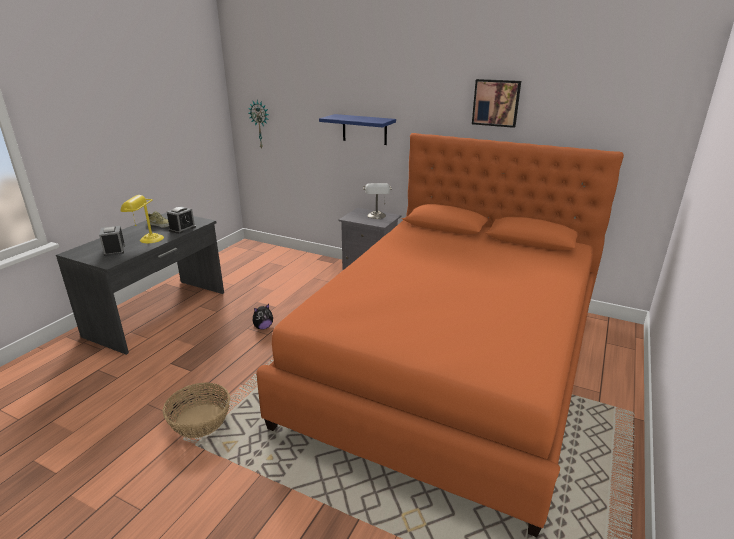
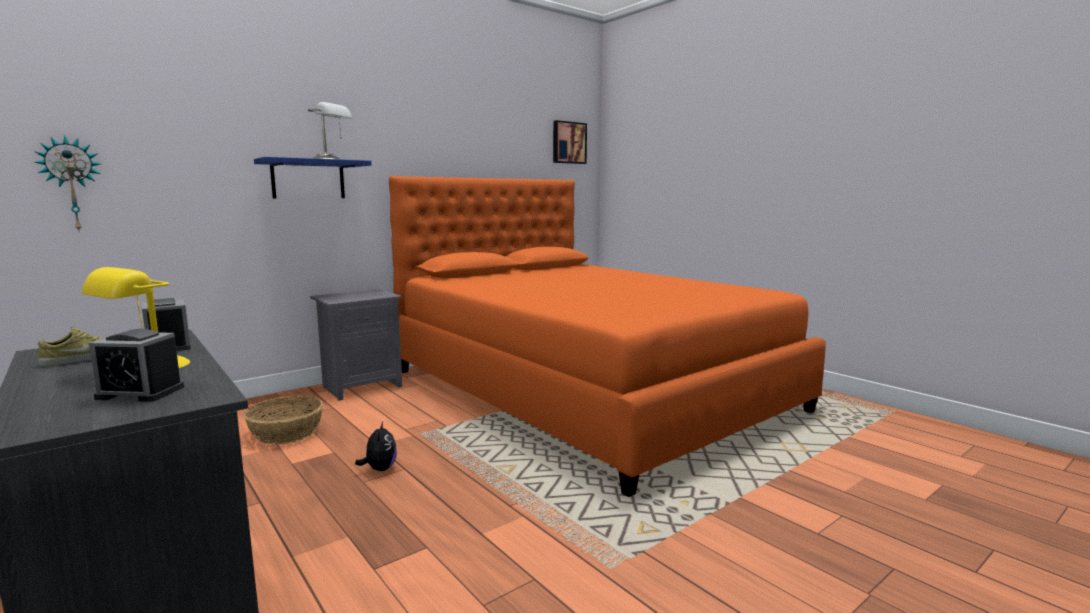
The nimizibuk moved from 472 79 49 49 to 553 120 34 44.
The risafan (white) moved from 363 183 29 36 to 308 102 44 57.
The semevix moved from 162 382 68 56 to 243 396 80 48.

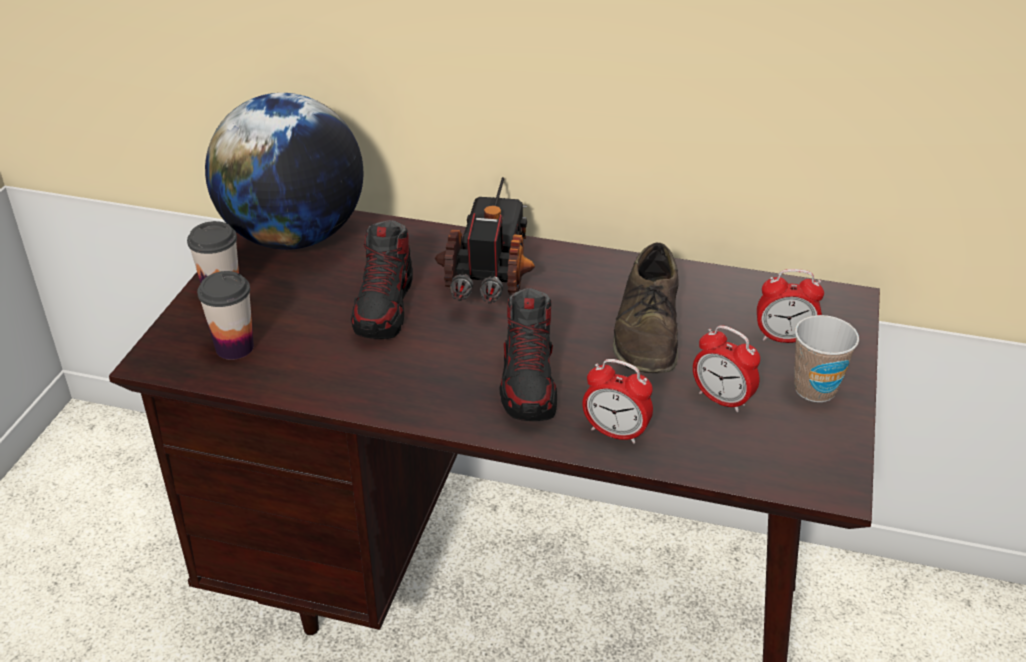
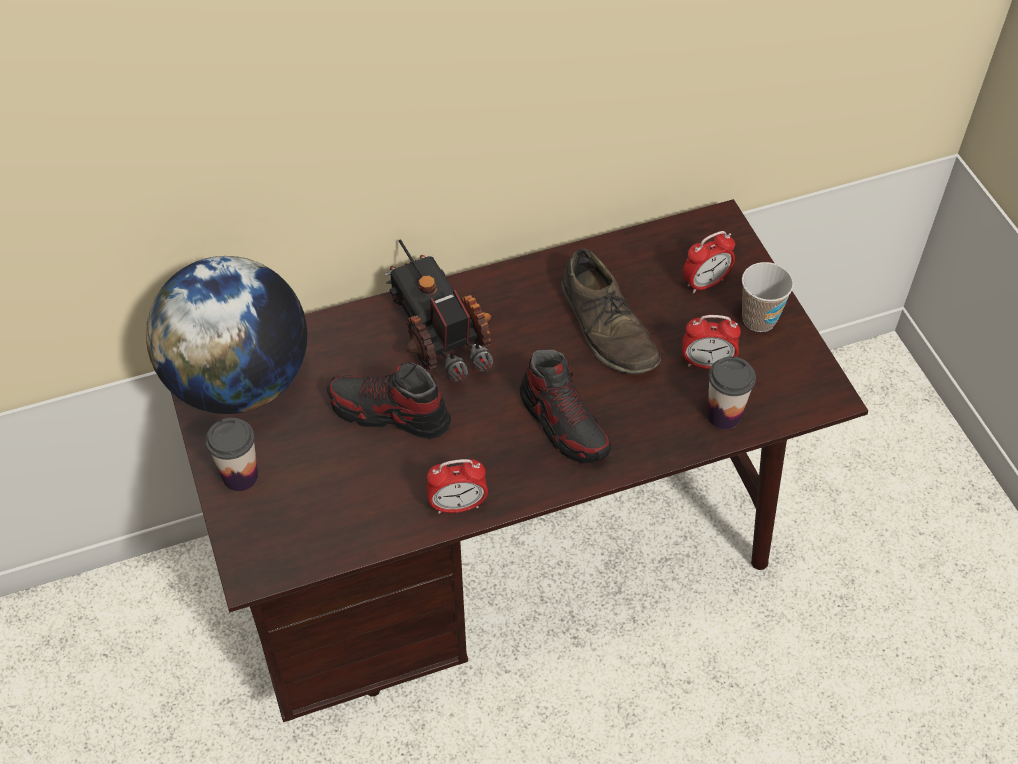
The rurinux at 351 220 62 119 turned 135 degrees clockwise.
The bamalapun moved from 197 271 57 89 to 707 356 49 73.
The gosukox moved from 582 359 71 85 to 427 459 61 55.

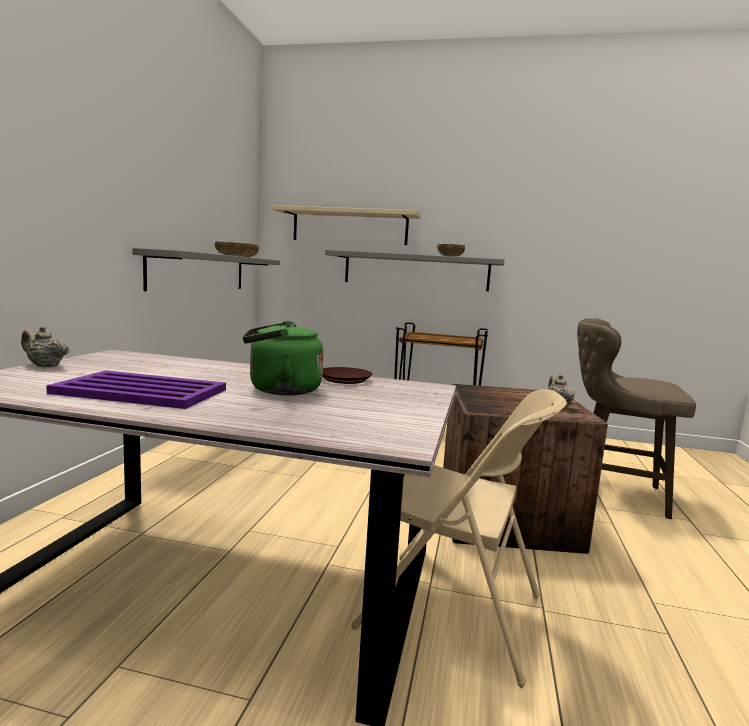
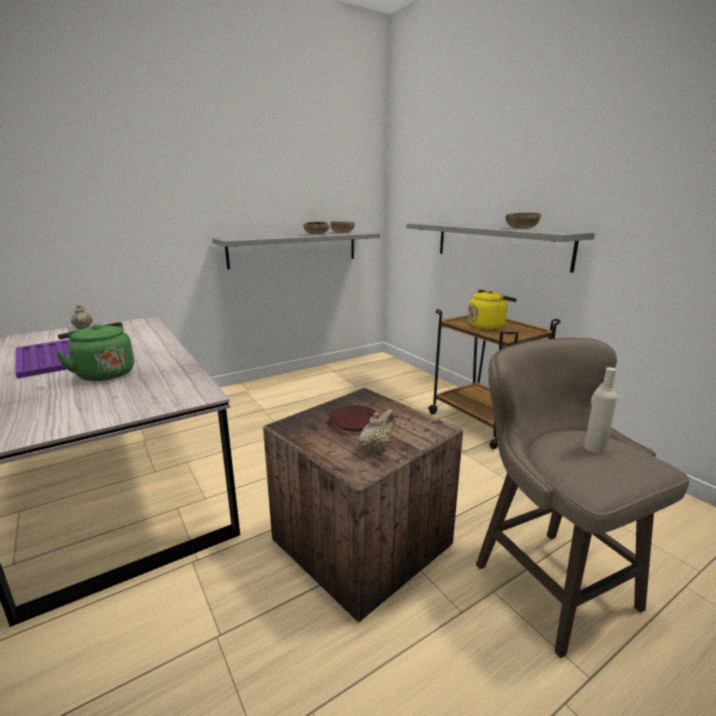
The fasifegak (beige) at 271 205 149 40 disappeared.
The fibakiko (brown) moved from 322 367 51 17 to 329 405 51 27.
The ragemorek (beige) at 352 389 215 299 disappeared.
The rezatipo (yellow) at 468 290 49 39 appeared.
The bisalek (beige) at 584 367 34 87 appeared.

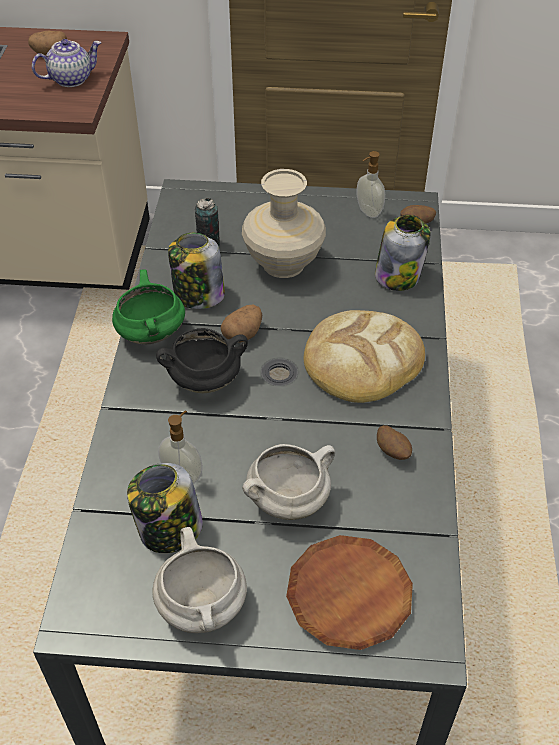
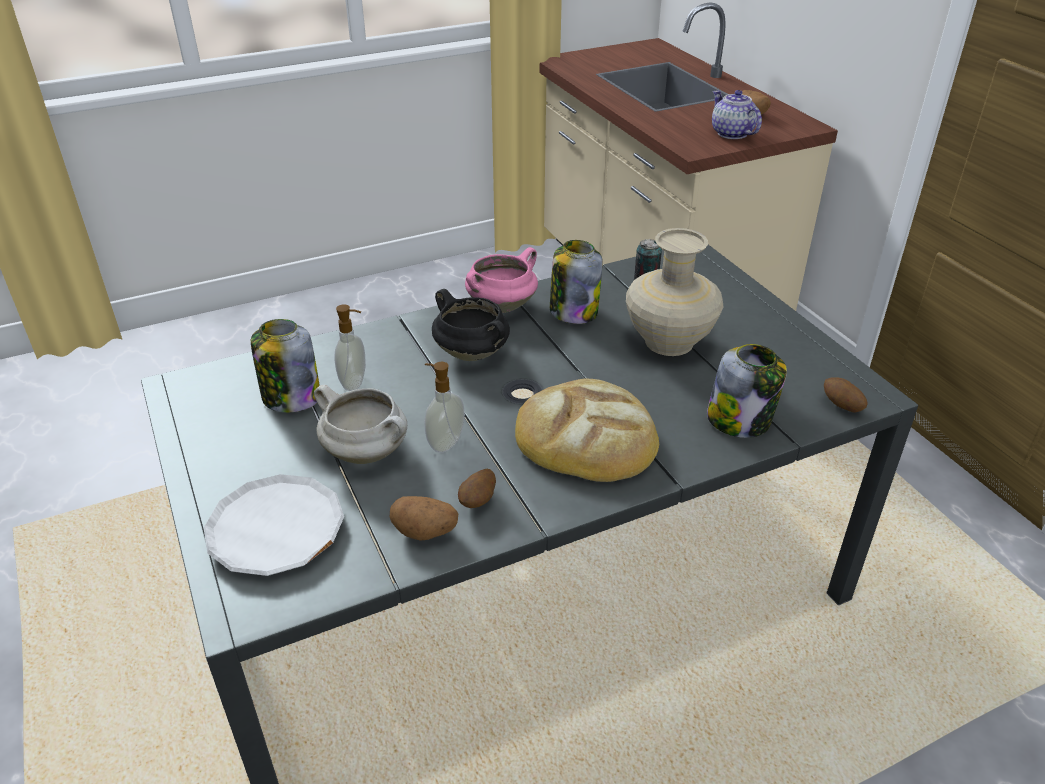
The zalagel at 32 39 69 48 turned 150 degrees counterclockwise.
The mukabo moved from 356 151 29 67 to 424 362 41 91.
The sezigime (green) at 112 269 73 75 became the sezigime (pink) at 465 247 73 66.
The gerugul moved from 221 304 41 39 to 390 496 68 45.
The sezigime (white) at 153 527 94 106 disappeared.
The fibakiko (brown) at 286 535 127 115 became the fibakiko (white) at 204 474 140 102.

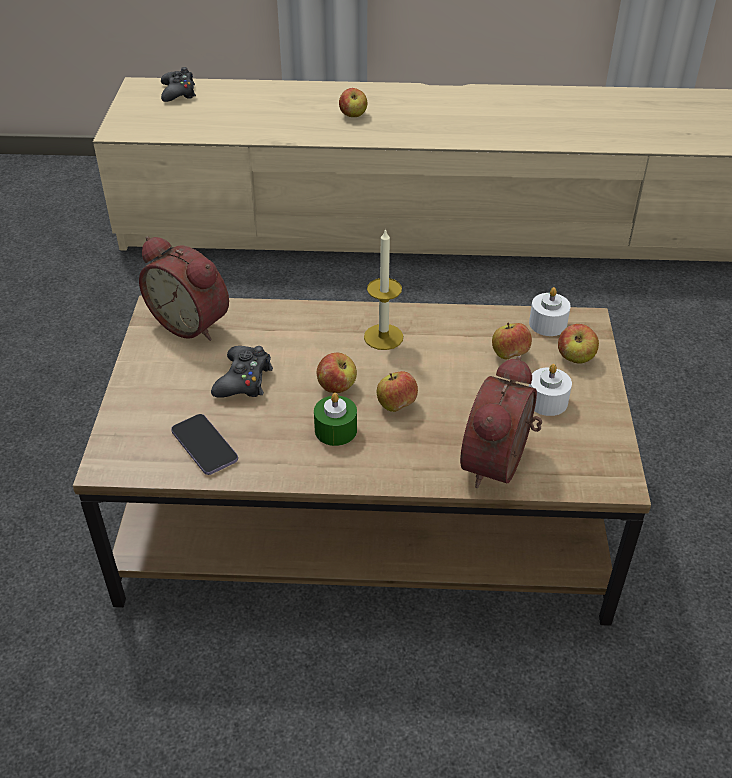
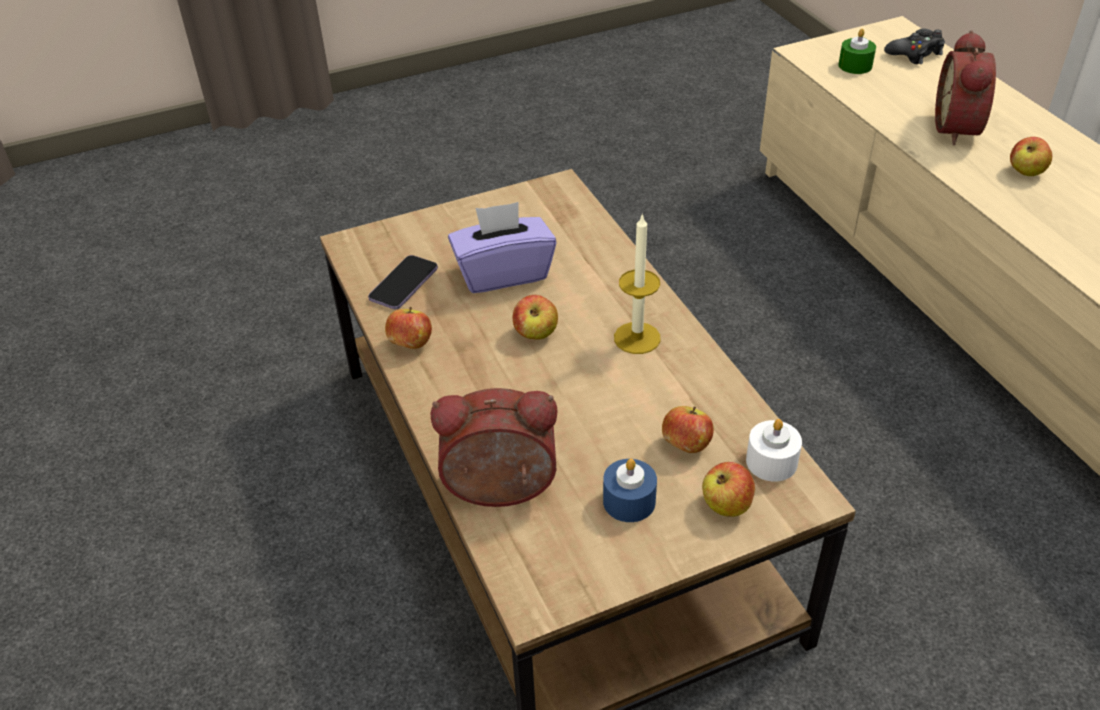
The gosukox moved from 139 236 90 105 to 935 30 61 115.
The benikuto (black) at 211 346 62 52 was replaced by the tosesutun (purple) at 448 202 109 91.
The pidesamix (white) at 529 364 43 52 became the pidesamix (blue) at 603 459 54 63.
The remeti moved from 377 371 41 41 to 385 307 47 42.
The pidesamix (green) moved from 314 393 43 53 to 838 29 38 45.

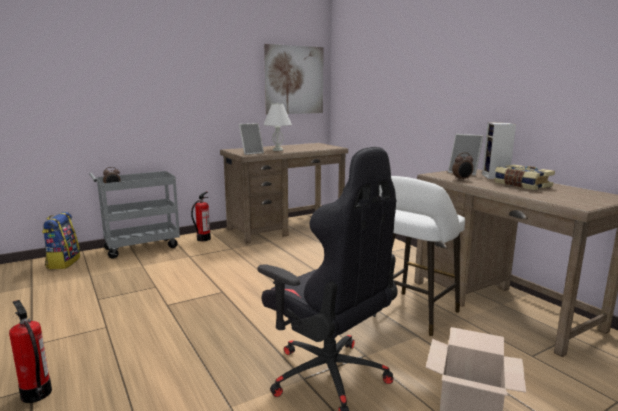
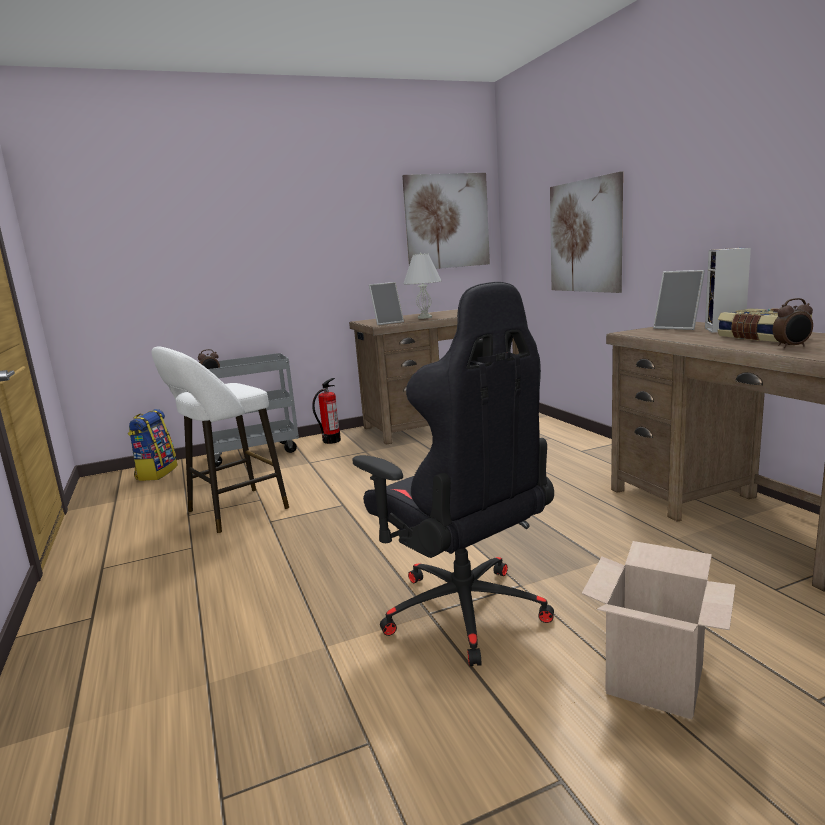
The gosukox moved from 452 152 21 28 to 773 298 40 50.
The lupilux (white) moved from 379 176 86 160 to 152 346 137 187.
The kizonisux at 9 300 43 103 disappeared.
The nimizibuk at 550 171 73 122 appeared.

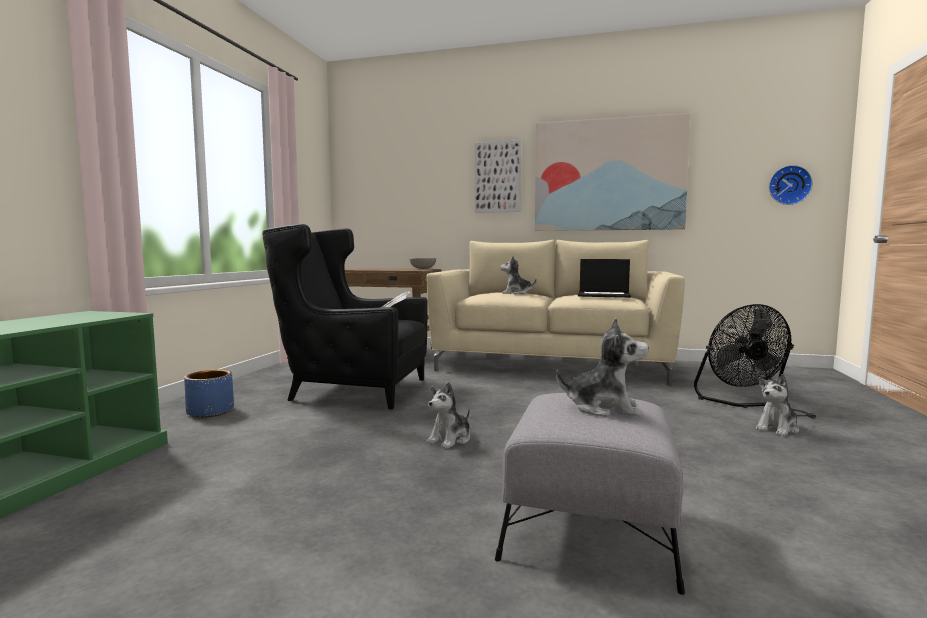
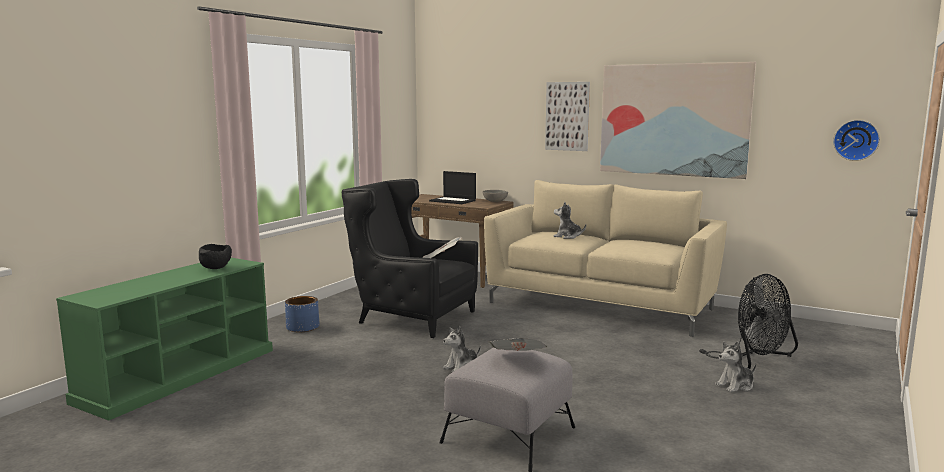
The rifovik moved from 578 259 53 39 to 429 171 47 33.
The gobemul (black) at 694 304 122 114 turned 135 degrees clockwise.
The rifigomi at 556 318 93 99 was replaced by the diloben at 488 338 60 13.
The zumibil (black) at 199 244 33 25 appeared.

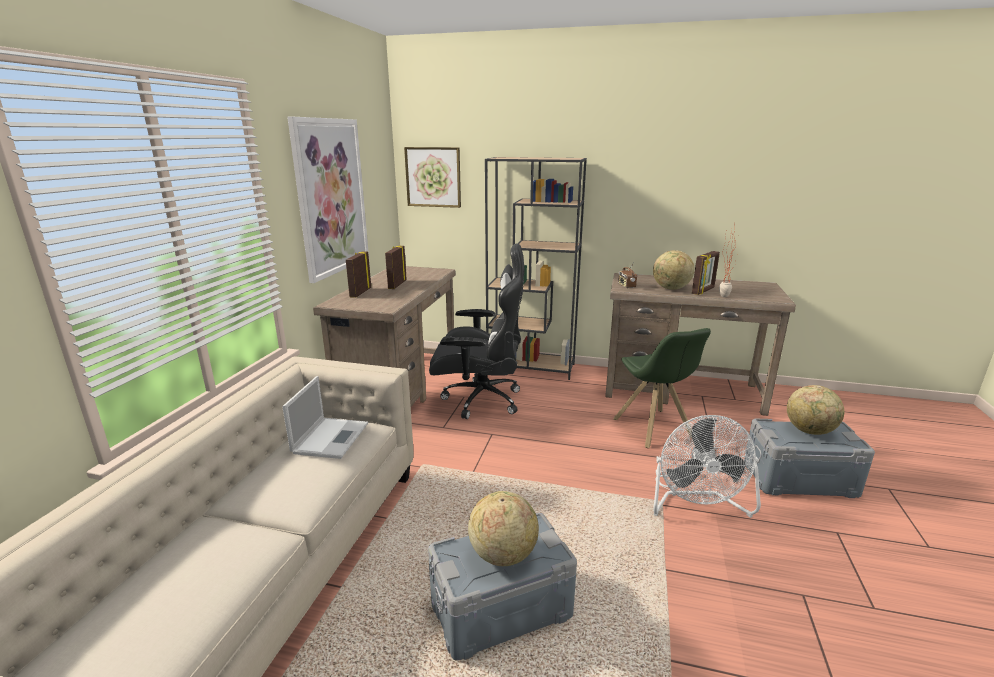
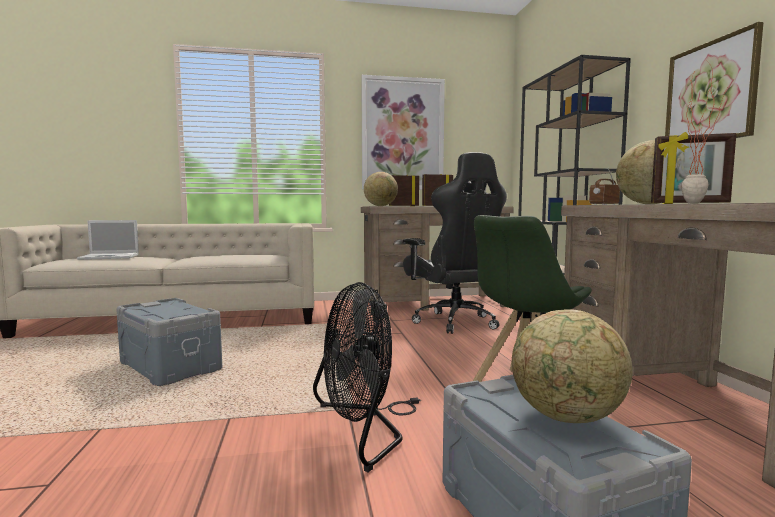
The nimizibuk moved from 404 147 57 61 to 665 22 99 116.
The rifovik moved from 282 376 86 83 to 77 220 62 40.
The gobemul (white) at 654 415 107 103 became the gobemul (black) at 313 282 108 191.
The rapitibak moved from 468 491 71 75 to 364 172 34 34.

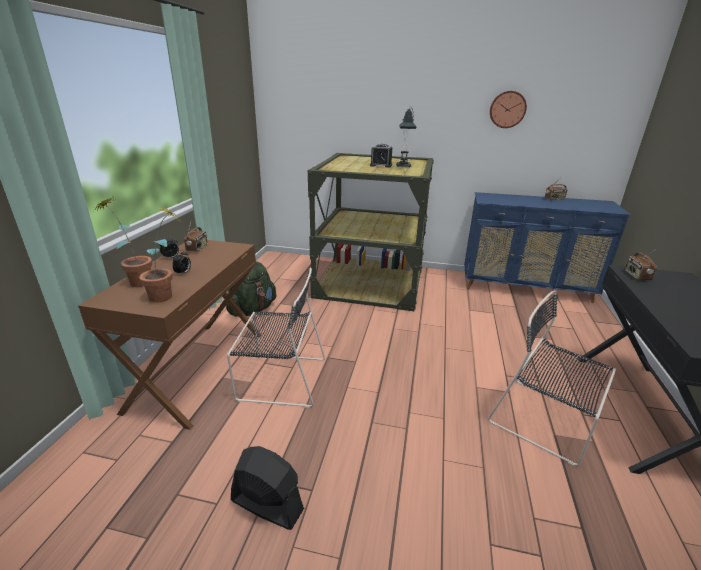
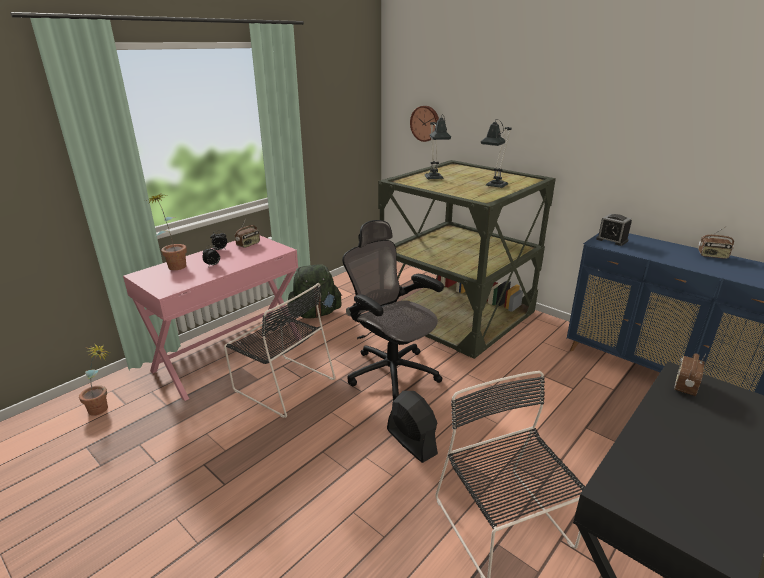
The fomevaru moved from 490 91 37 37 to 410 106 29 36.
The gosukox moved from 370 144 22 24 to 596 214 36 32.
The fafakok moved from 139 208 40 94 to 79 343 30 73.
The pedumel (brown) at 78 240 184 190 became the pedumel (pink) at 123 236 179 165.
The gobemul (black) moved from 231 446 73 84 to 387 391 51 72.
The risafan at 425 115 26 65 appeared.
The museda at 342 220 102 181 appeared.

